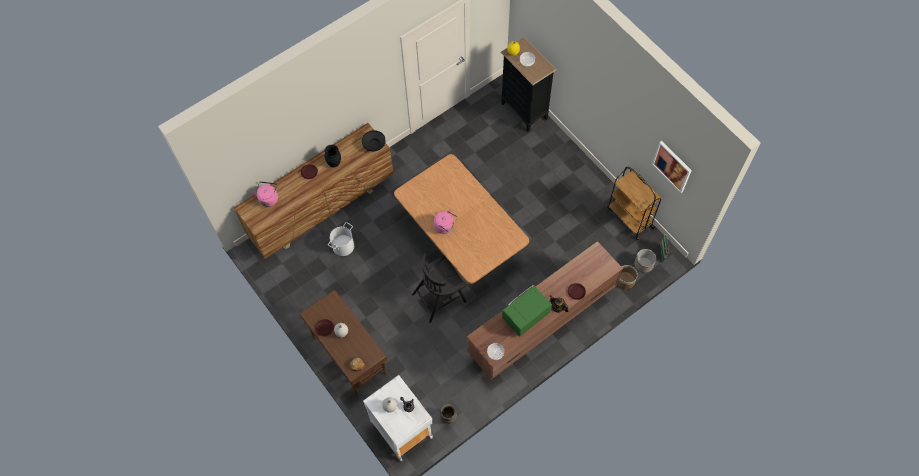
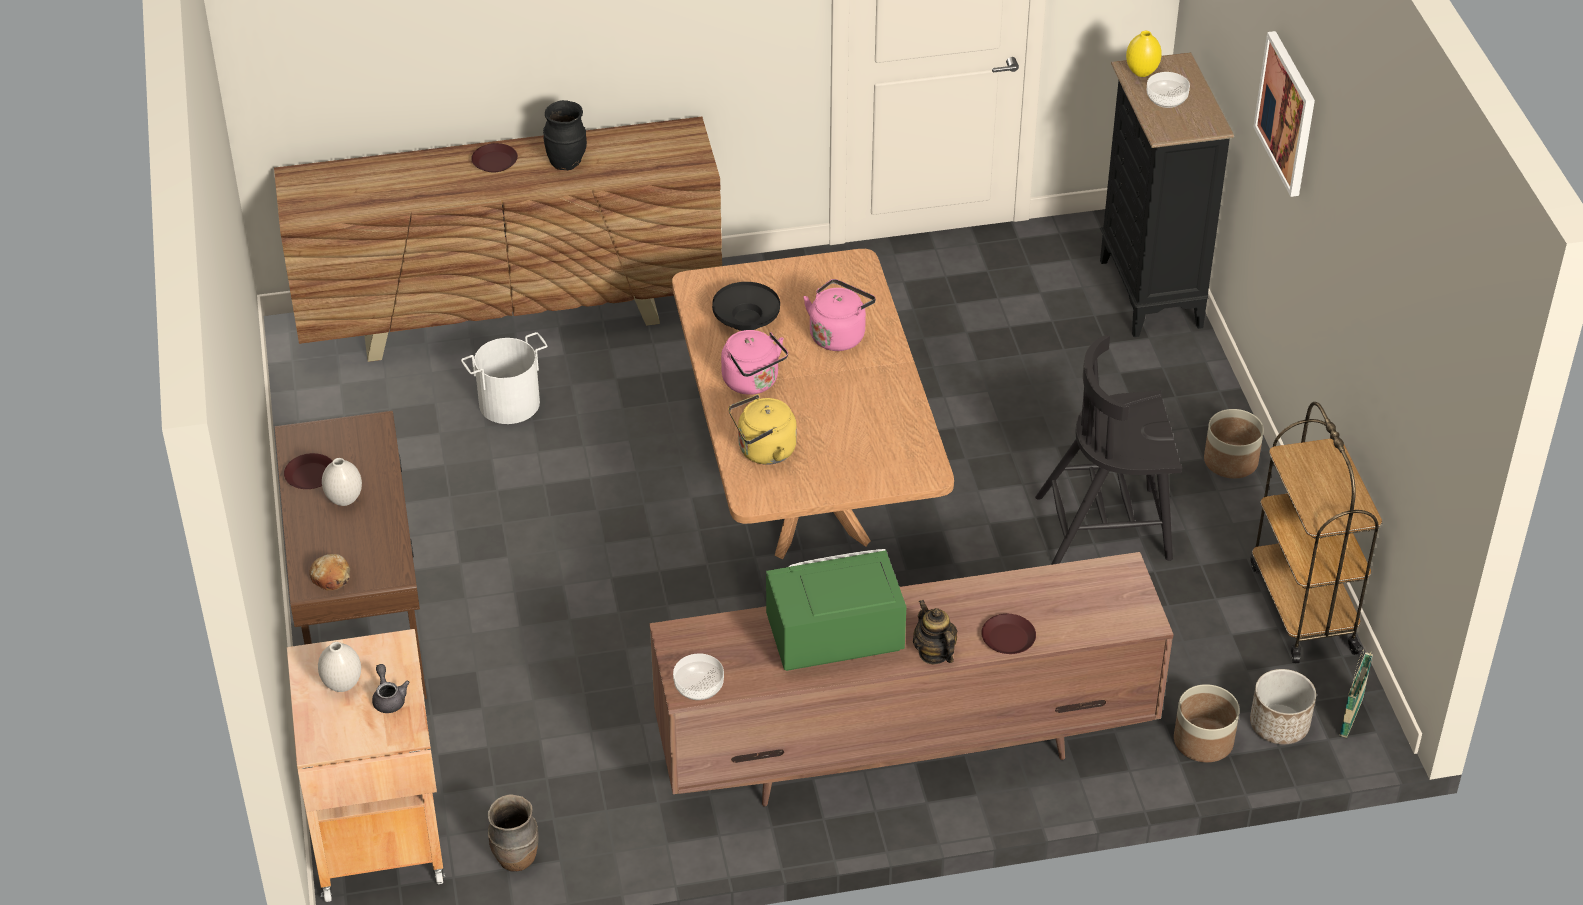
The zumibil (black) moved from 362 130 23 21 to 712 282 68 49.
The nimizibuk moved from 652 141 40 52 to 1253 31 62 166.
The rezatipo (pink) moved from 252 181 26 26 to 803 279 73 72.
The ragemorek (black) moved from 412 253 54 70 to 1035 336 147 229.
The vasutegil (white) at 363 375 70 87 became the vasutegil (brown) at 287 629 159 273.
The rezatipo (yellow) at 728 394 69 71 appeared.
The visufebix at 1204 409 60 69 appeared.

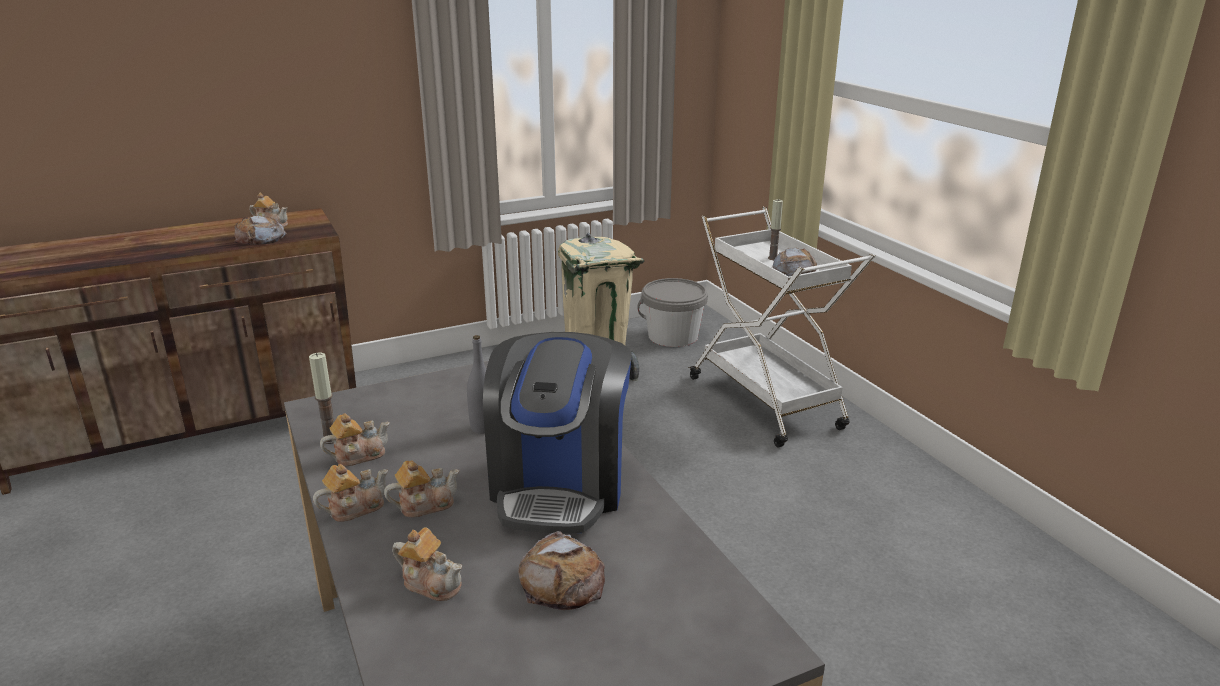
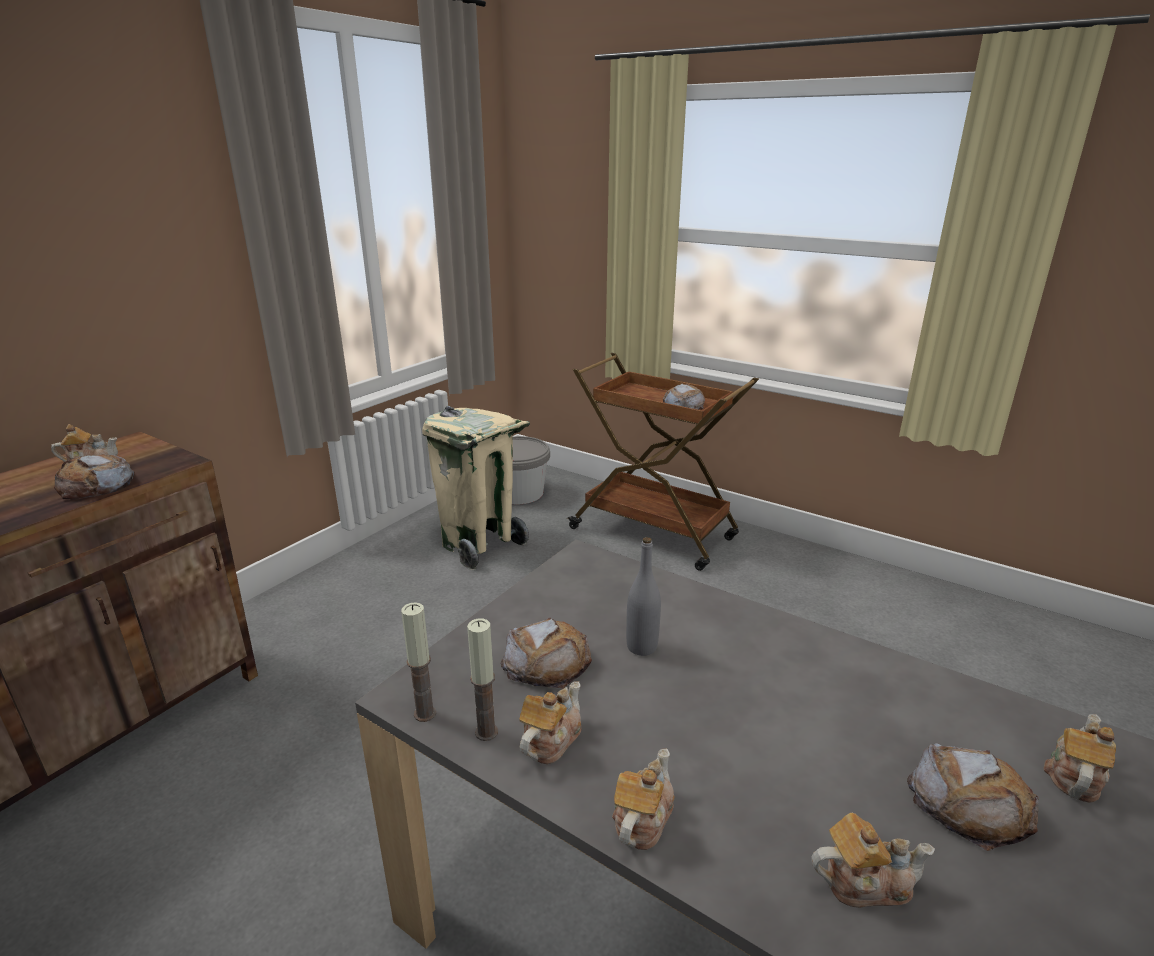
The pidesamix moved from 768 199 15 61 to 401 602 35 120.
The vasutegil (white) at 688 206 188 242 became the vasutegil (brown) at 566 353 194 218.
The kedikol at 483 332 149 202 disappeared.
The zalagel moved from 384 460 76 58 to 1044 714 72 89.
The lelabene at 501 618 91 71 appeared.

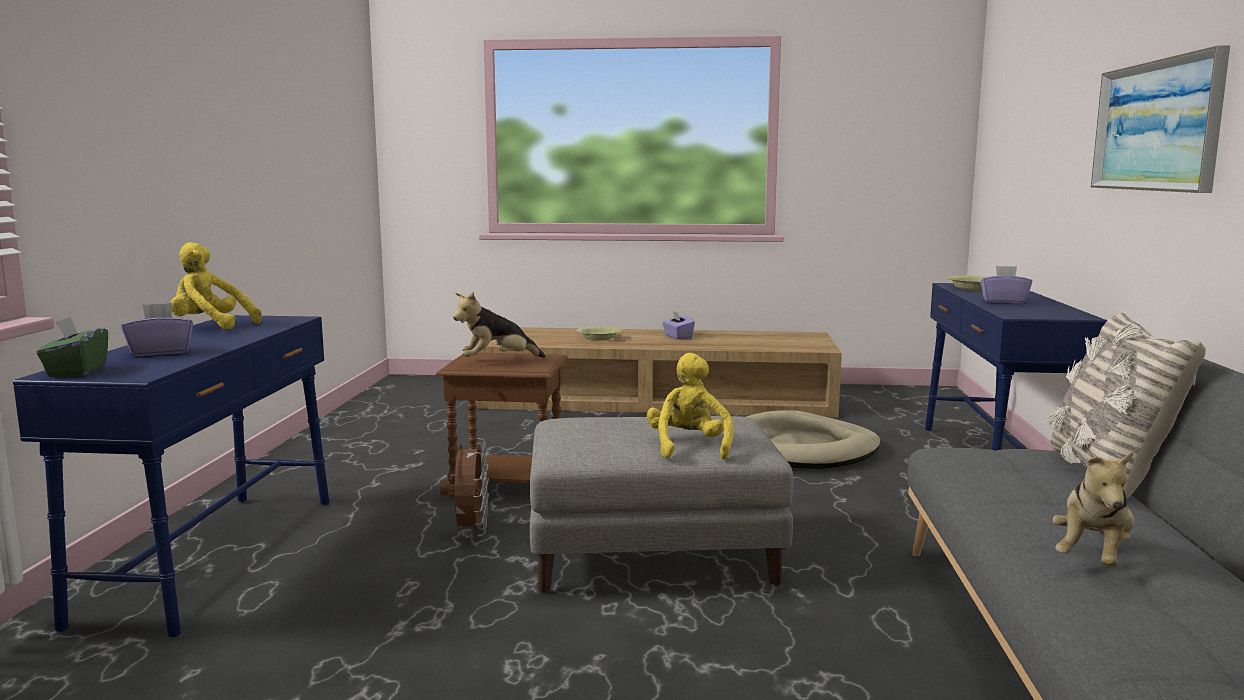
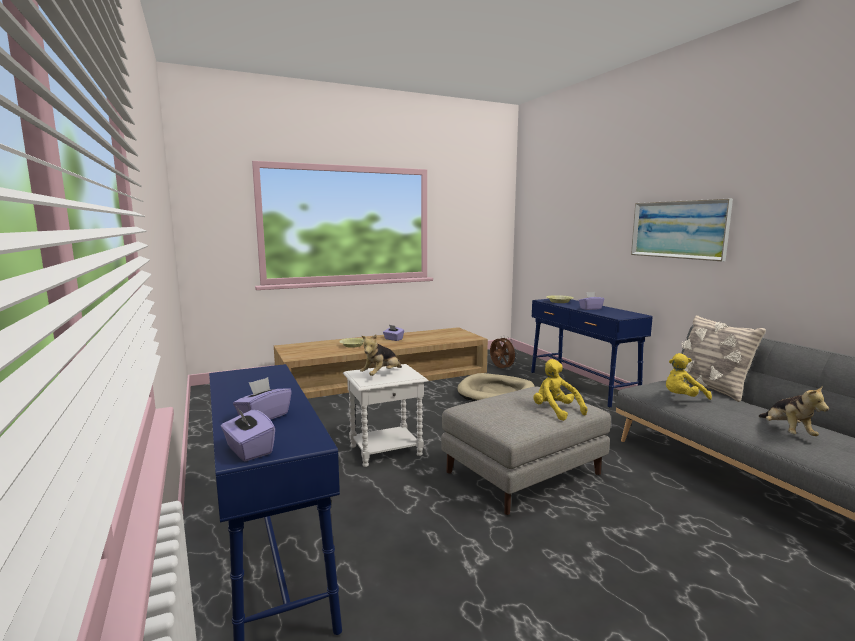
The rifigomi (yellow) moved from 170 242 92 88 to 666 353 46 47.
The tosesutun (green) at 36 316 72 61 became the tosesutun (purple) at 221 406 54 55.
The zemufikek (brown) at 436 353 132 145 became the zemufikek (white) at 343 364 86 103.
The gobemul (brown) moved from 440 438 49 99 to 490 336 28 33.

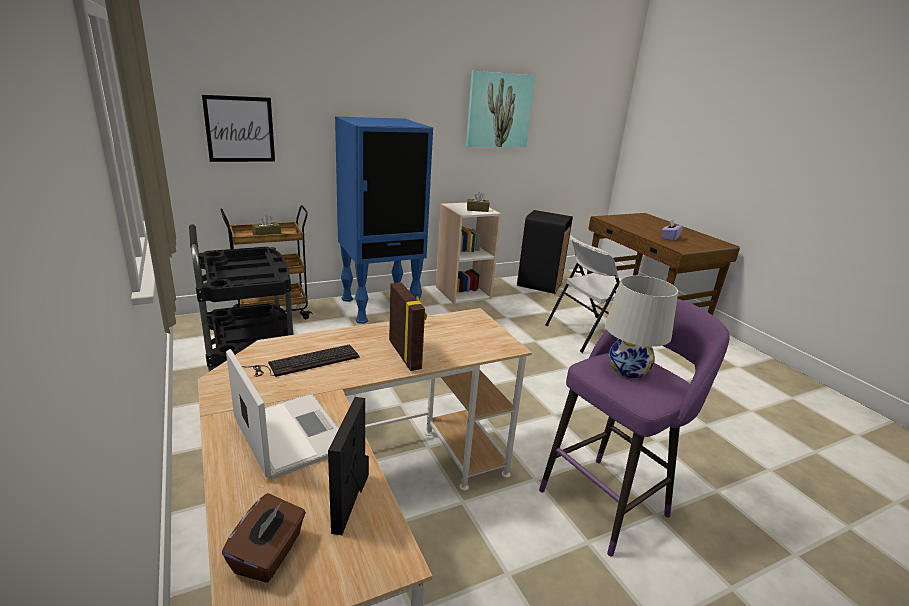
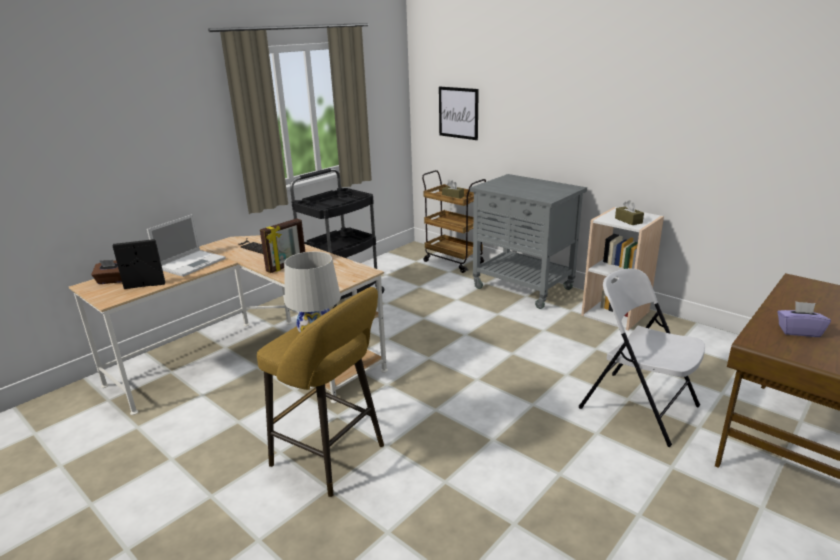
The nimizibuk at 466 71 69 76 disappeared.
The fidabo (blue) at 335 117 98 207 was replaced by the vasutegil (grey) at 470 174 117 135.
The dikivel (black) at 517 210 56 84 disappeared.
The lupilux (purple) at 539 299 191 257 became the lupilux (yellow) at 257 287 127 210.

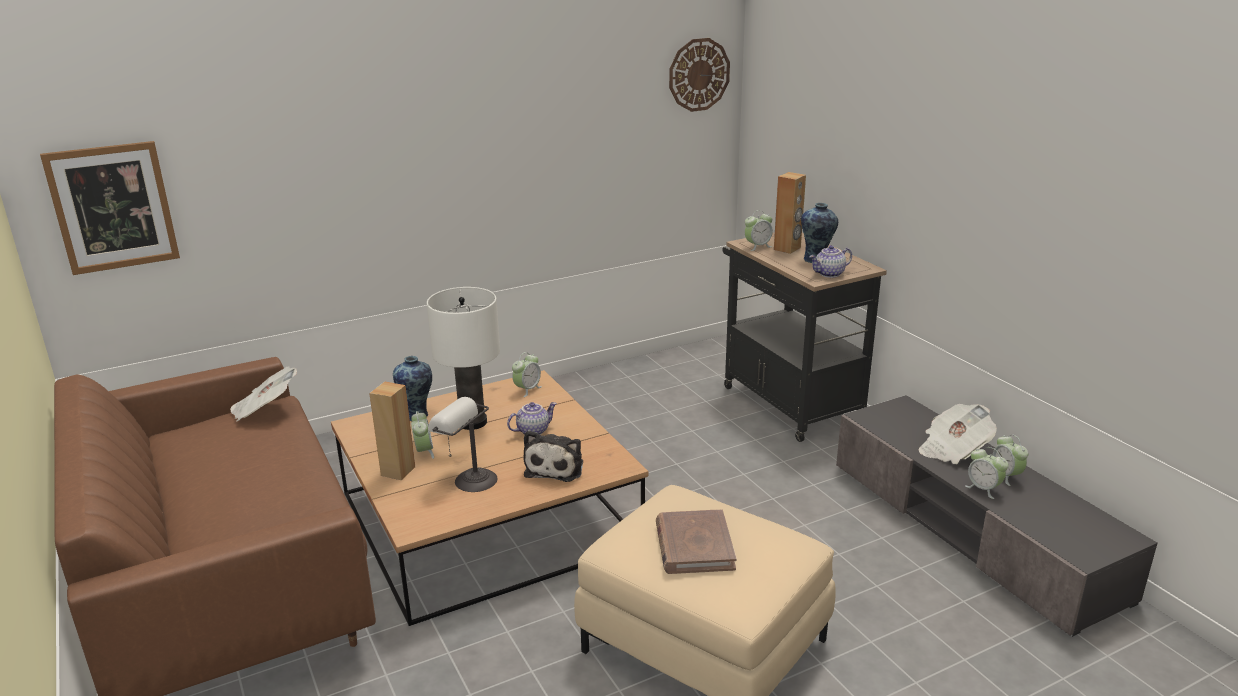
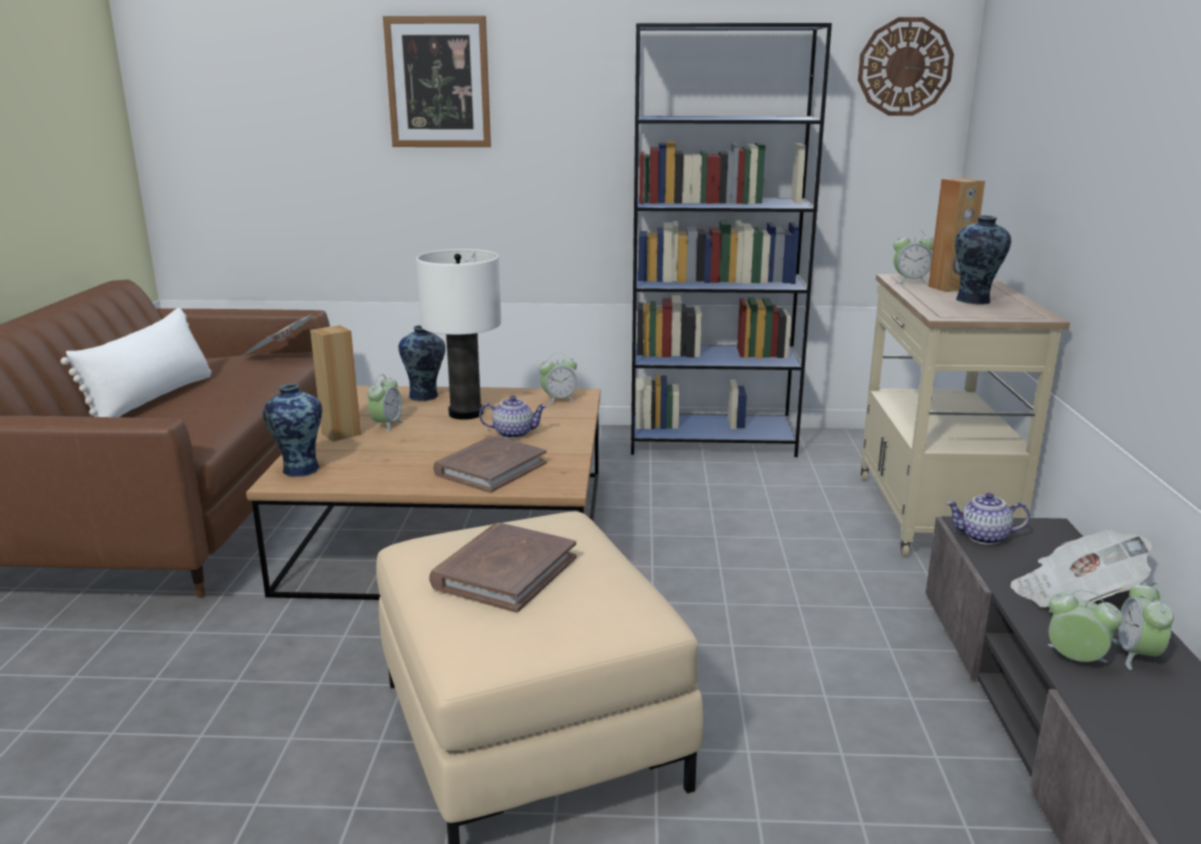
The nimizibuk moved from 40 141 140 134 to 383 16 108 131.
The vasutegil (black) at 723 232 164 210 became the vasutegil (beige) at 860 274 210 282.
The zalagel moved from 809 245 43 33 to 946 493 84 52.
The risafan at 428 397 70 95 disappeared.
The rifigomi at 524 430 59 52 was replaced by the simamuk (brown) at 433 436 114 57.
The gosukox at 965 447 44 52 turned 135 degrees clockwise.
The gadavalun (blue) at 631 23 201 434 appeared.
The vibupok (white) at 61 308 151 109 appeared.
The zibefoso at 263 384 59 93 appeared.

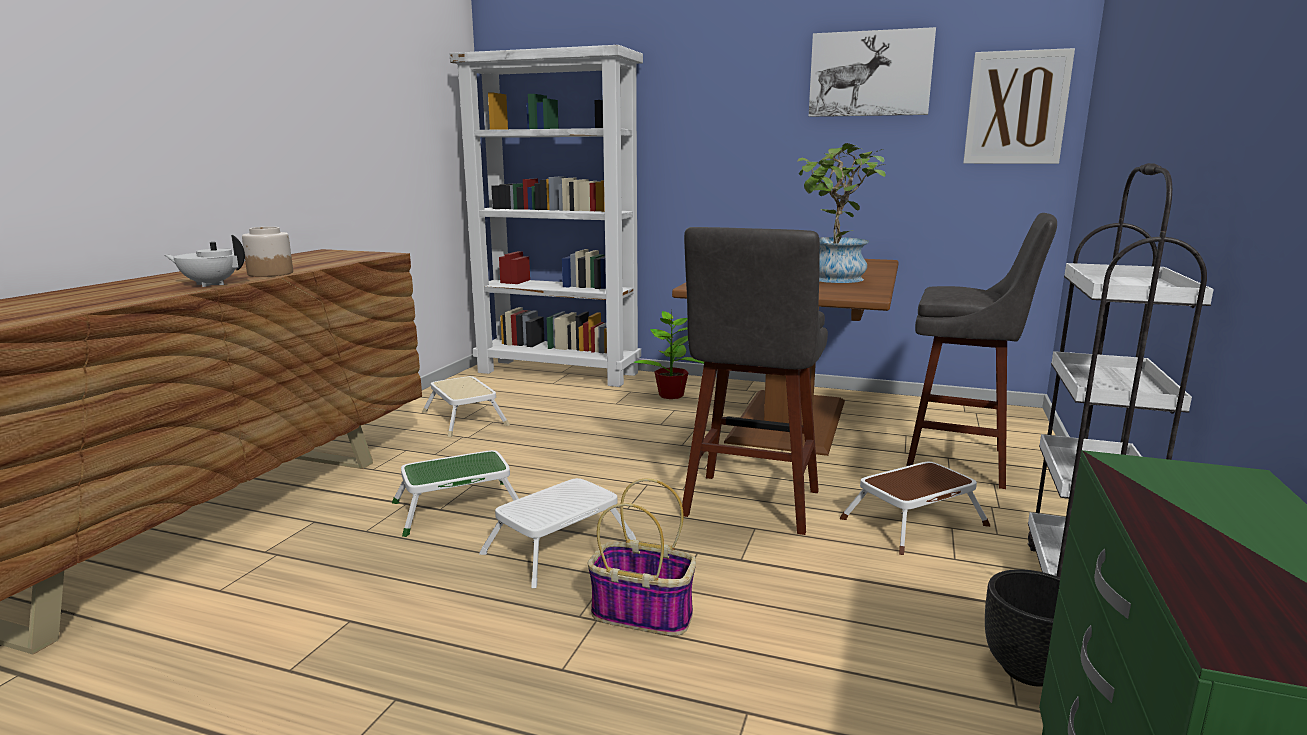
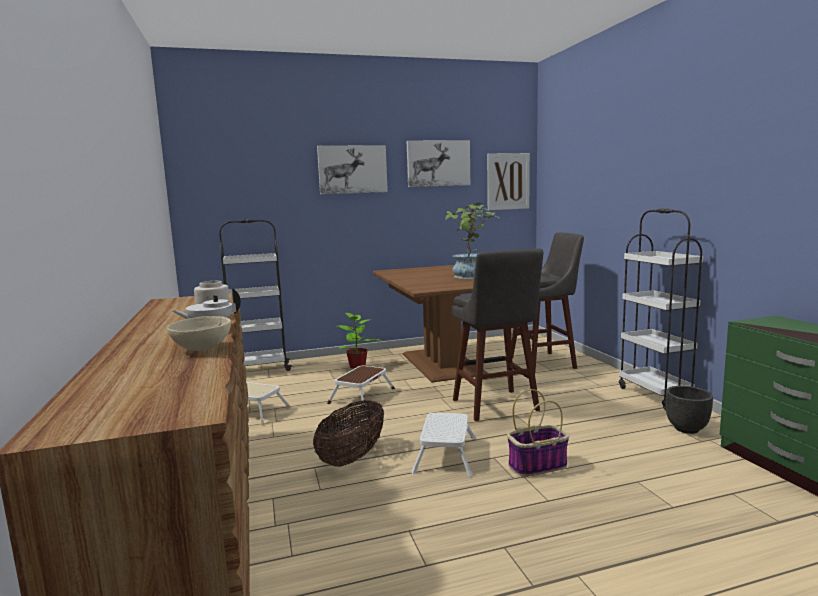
The gadavalun (white) at 450 45 193 342 was replaced by the vasutegil (white) at 219 219 74 152.
The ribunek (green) at 392 450 127 87 was replaced by the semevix at 313 400 71 67.
The ribunek (brown) moved from 840 462 150 93 to 327 366 68 39.
The nimizibuk at 317 145 71 49 appeared.
The zumibil (beige) at 167 316 64 35 appeared.

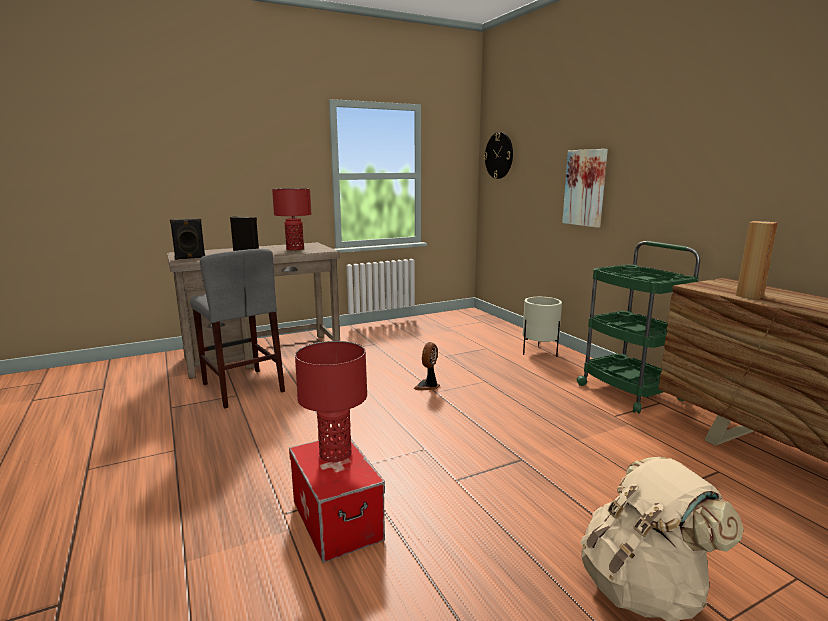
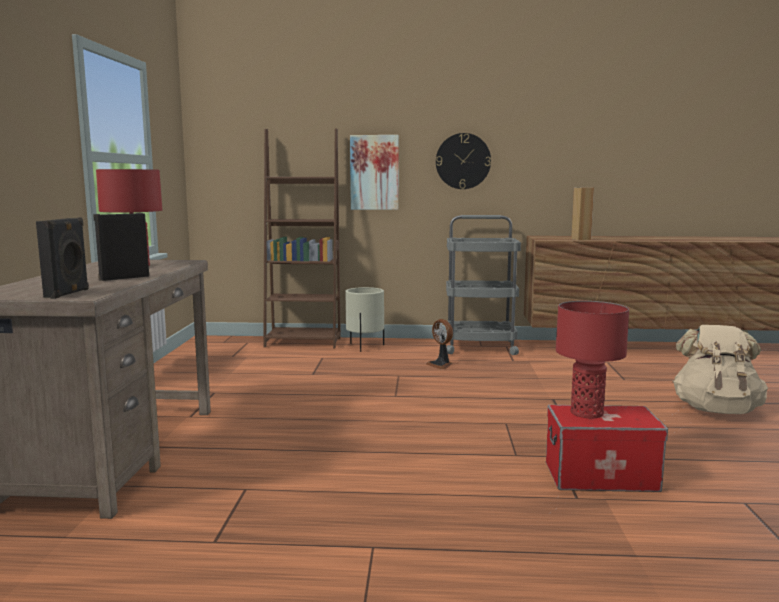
The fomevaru moved from 484 132 29 47 to 436 133 55 56.
The vasutegil (green) at 577 241 123 173 became the vasutegil (grey) at 444 215 77 140.
The lupilux (grey) at 190 249 95 159 disappeared.
The gobemul moved from 414 342 26 49 to 426 319 27 50.
The gadavalun (brown) at 263 128 78 221 appeared.

